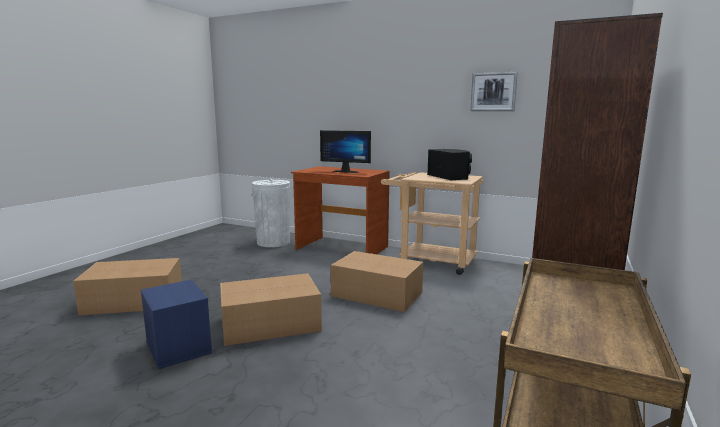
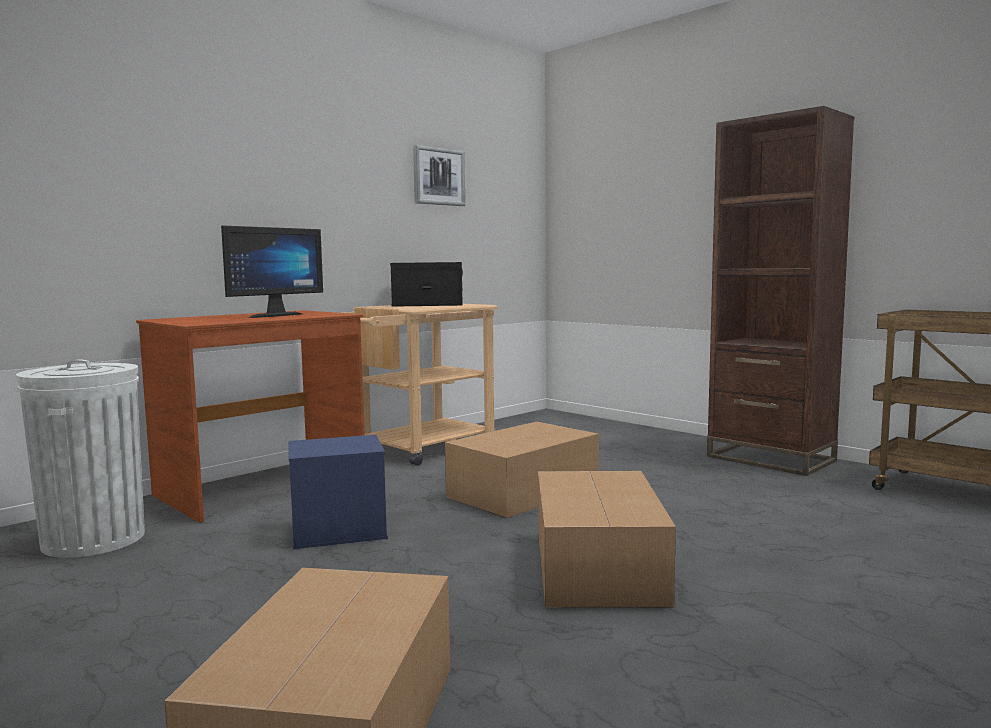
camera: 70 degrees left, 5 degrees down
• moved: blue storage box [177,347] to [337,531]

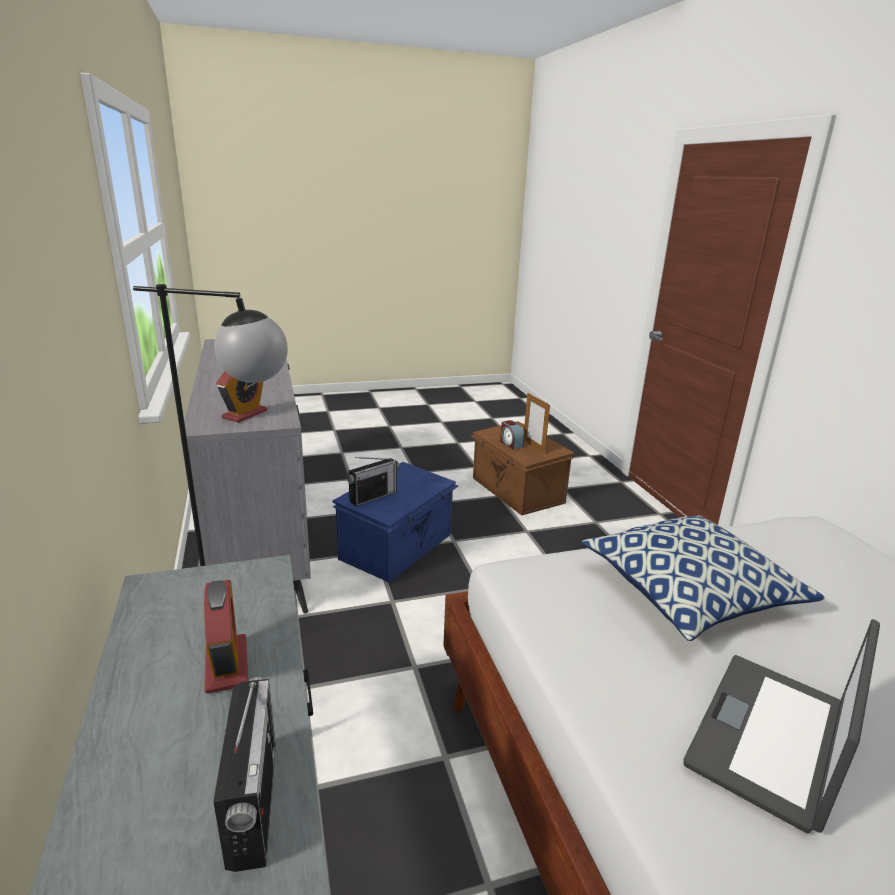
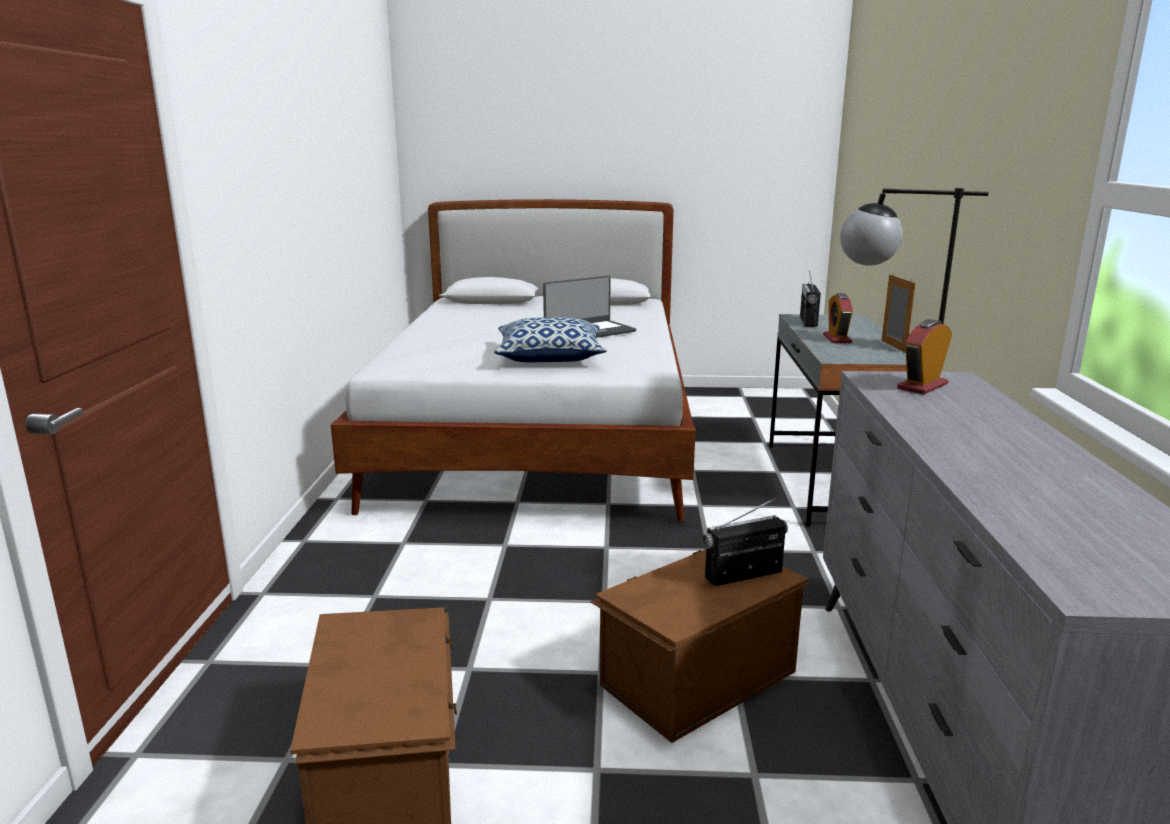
camera: 160 degrees left, 5 degrees down
• moved: photo frame [533,446] to [893,346]
• removed: alarm clock [510,444]
• recoloured: blue storage box [398,546] to brown storage box [695,677]

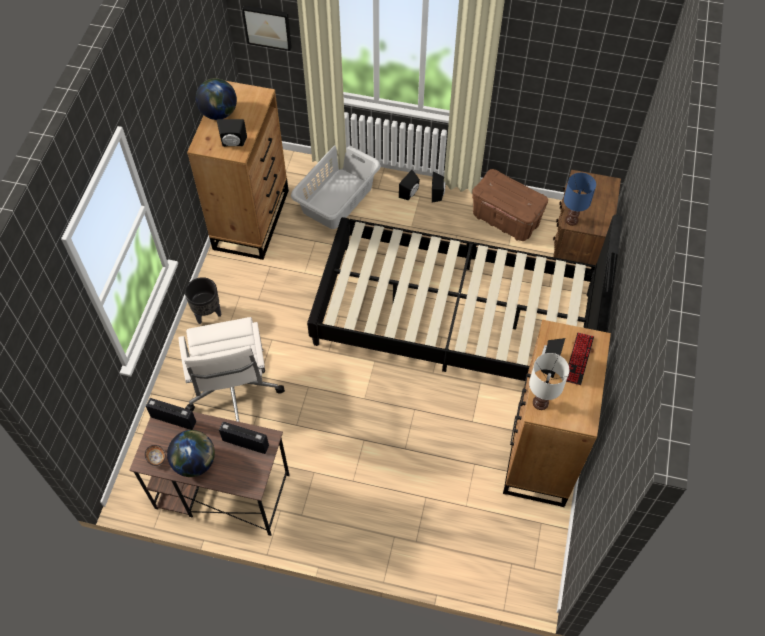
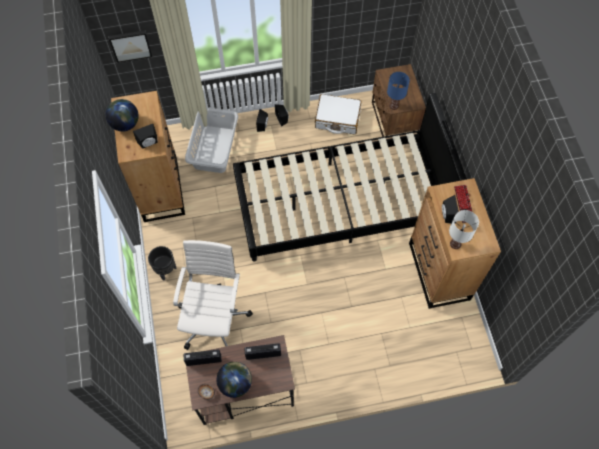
camera: 25 degrees left, 5 degrees up
• replaced: brown storage box [506,219] to white-coloured piece of luggage [337,119]
• turned: white-coloured office chair [233,391] = [214,318] 135 degrees counterclockwise

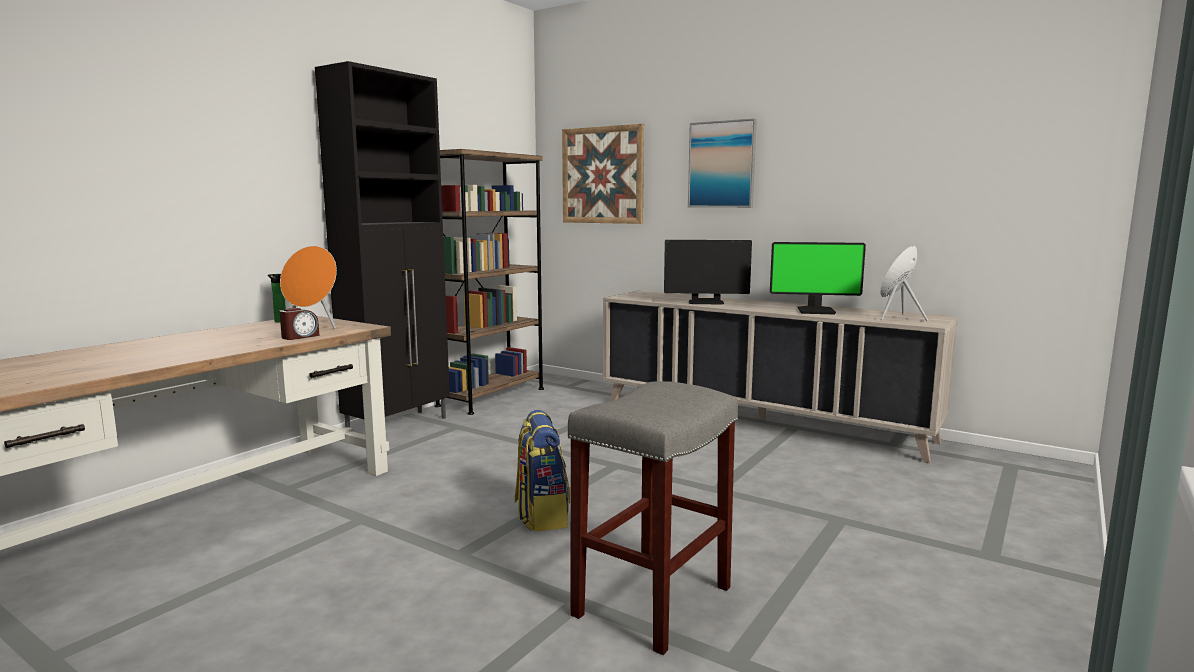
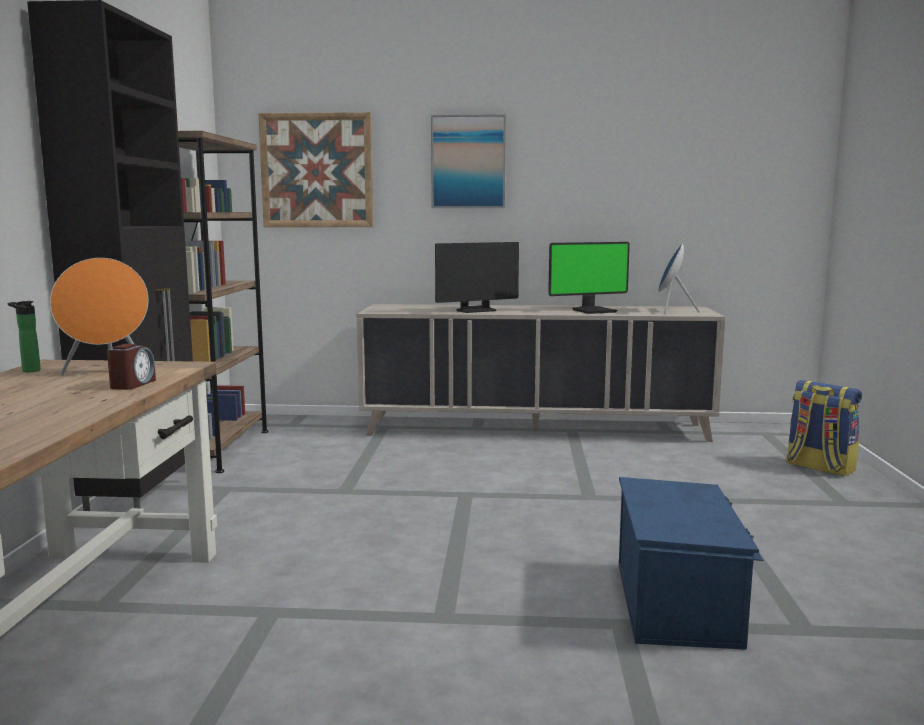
camera: 30 degrees left, 0 degrees up
• replaced: gray stool seat [653,600] to blue storage box [678,602]
• moved: rucksack [541,515] to [819,468]

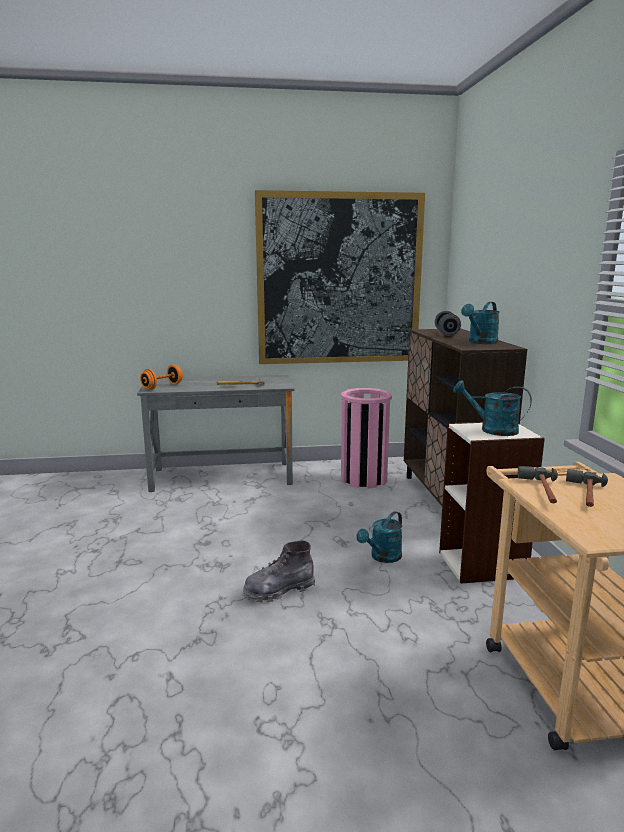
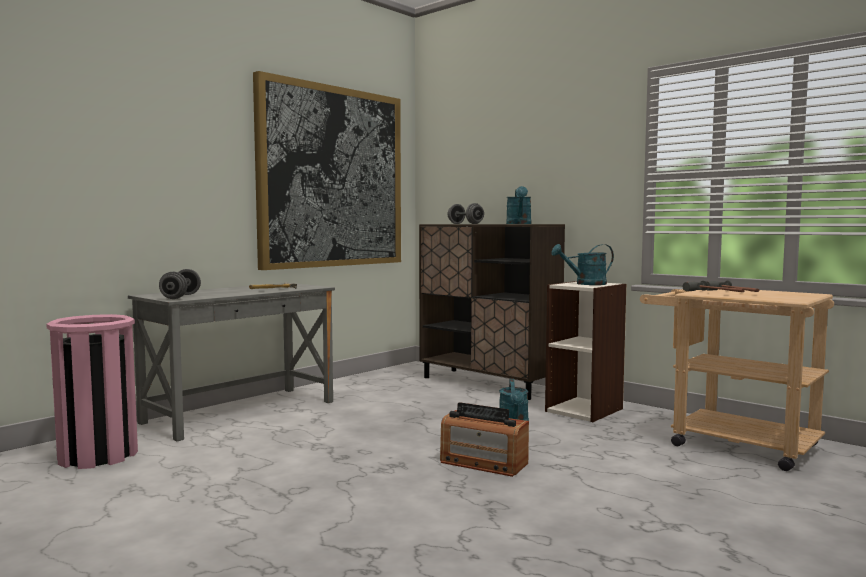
camera: 40 degrees left, 10 degrees down
• recoloured: orangey dumbbell [162,386] to gray dumbbell [180,296]
• moved: pink-coloured rubbish bin [364,479] to [98,455]
• replaced: gray high-top boot [279,590] to radio set [483,463]

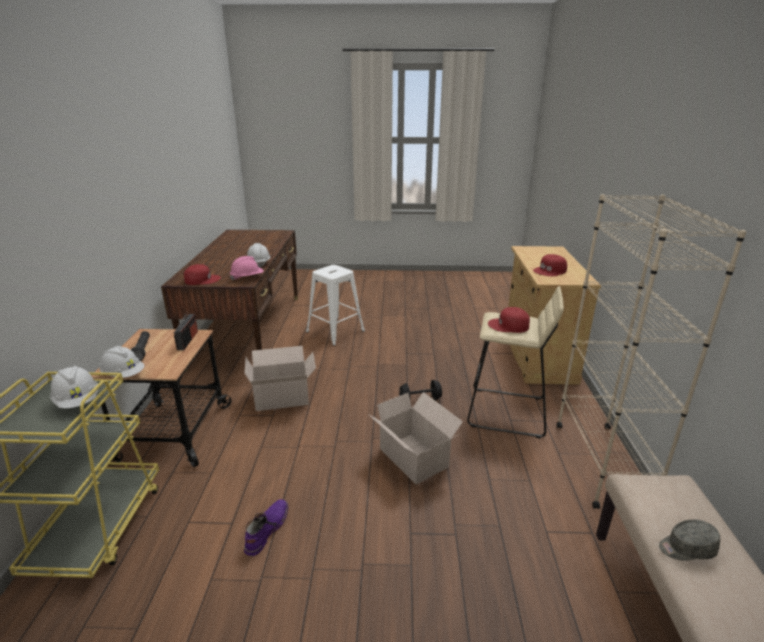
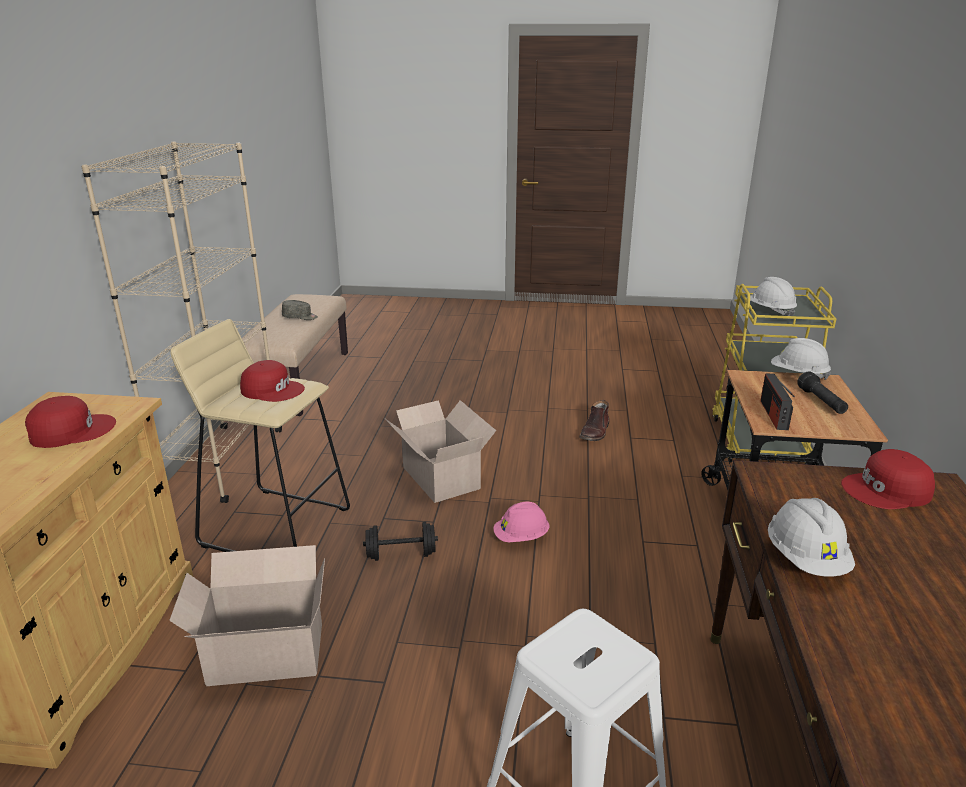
camera: 175 degrees left, 0 degrees up
• moved: pink-coloured hard hat [247,278] to [521,537]
• moved: cardboard box [283,398] to [263,653]
• recoloured: purplish high-top boot [266,530] to brown high-top boot [595,432]

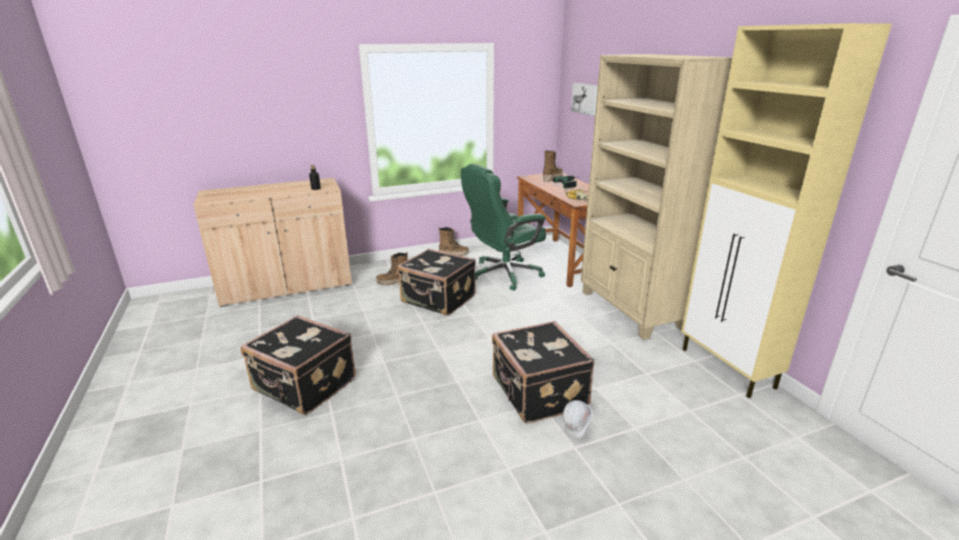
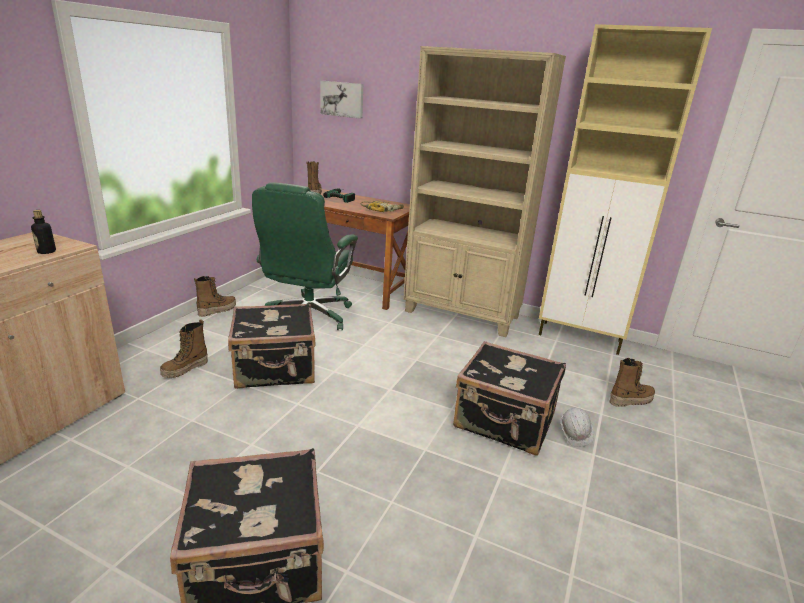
camera: 45 degrees left, 0 degrees up
• added: high-top boot [630,400]

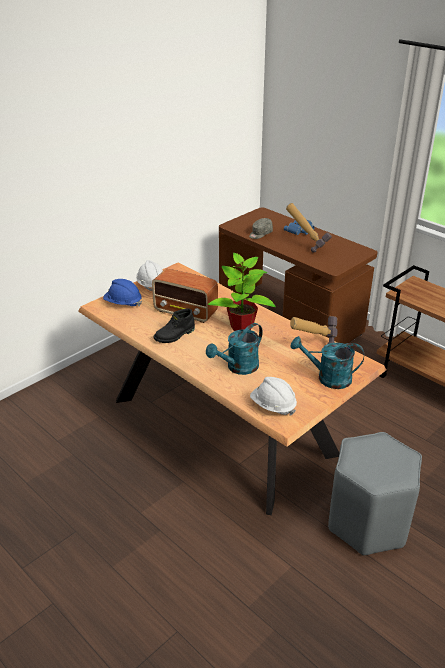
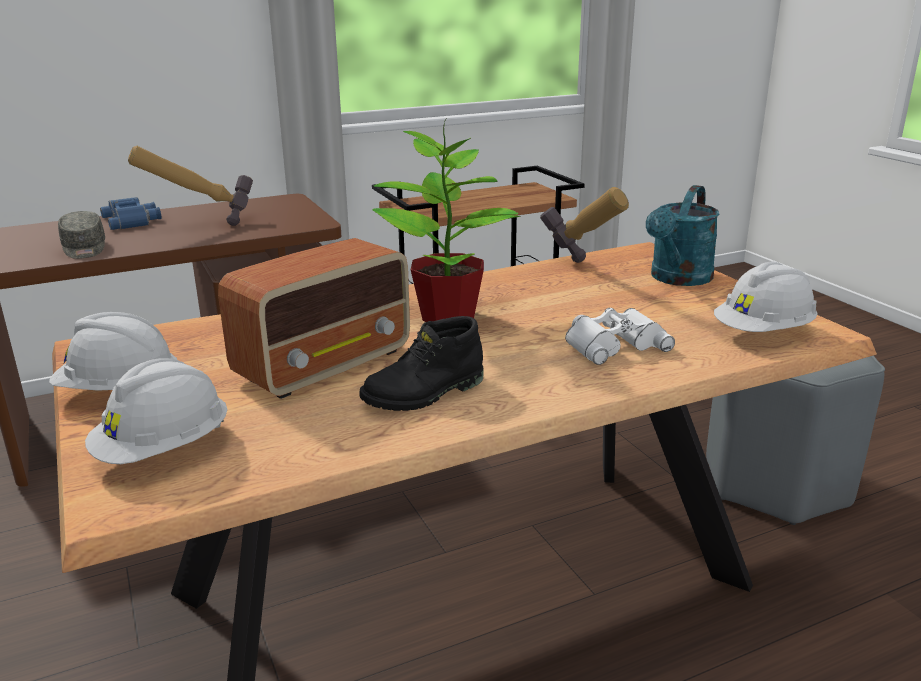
camera: 70 degrees left, 10 degrees down
• recoloured: blue hard hat [123,303] to white-coloured hard hat [164,450]
• turned: blackish high-top boot [175,335] = [425,394] 75 degrees clockwise
• replaced: turquoise watering pot [238,368] to white-coloured pair of binoculars [613,343]

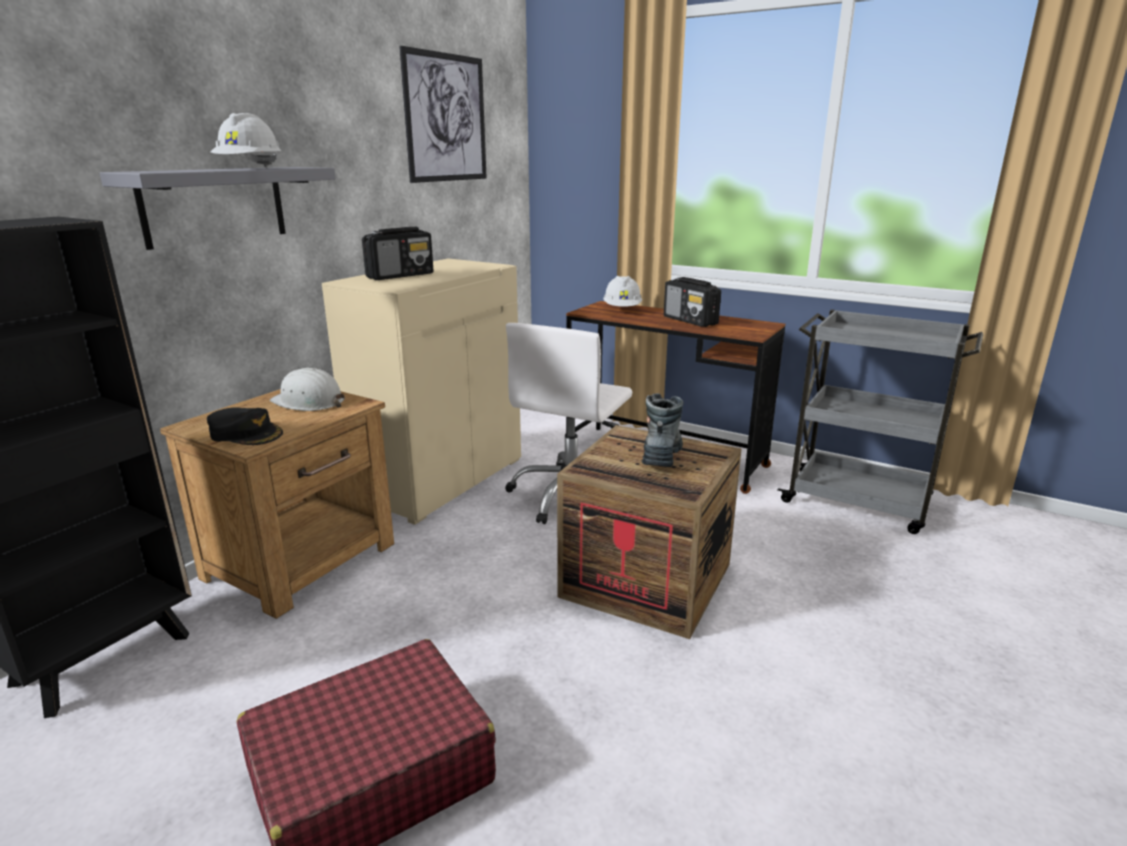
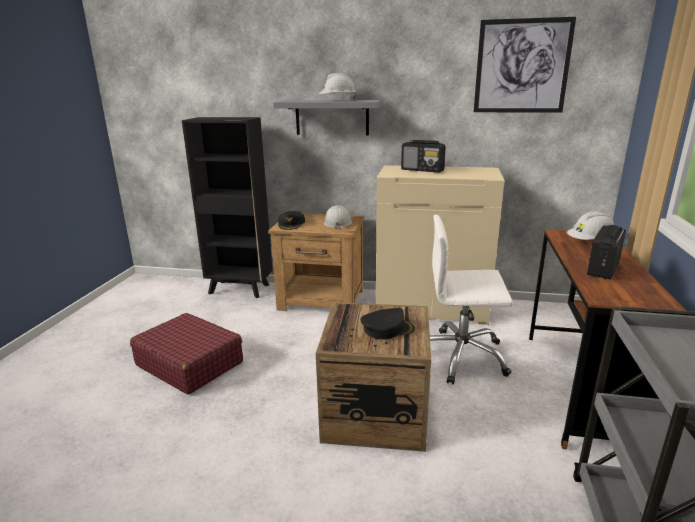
camera: 70 degrees right, 0 degrees up
• replaced: high-top boot [661,455] to blackish peaked cap [387,329]

